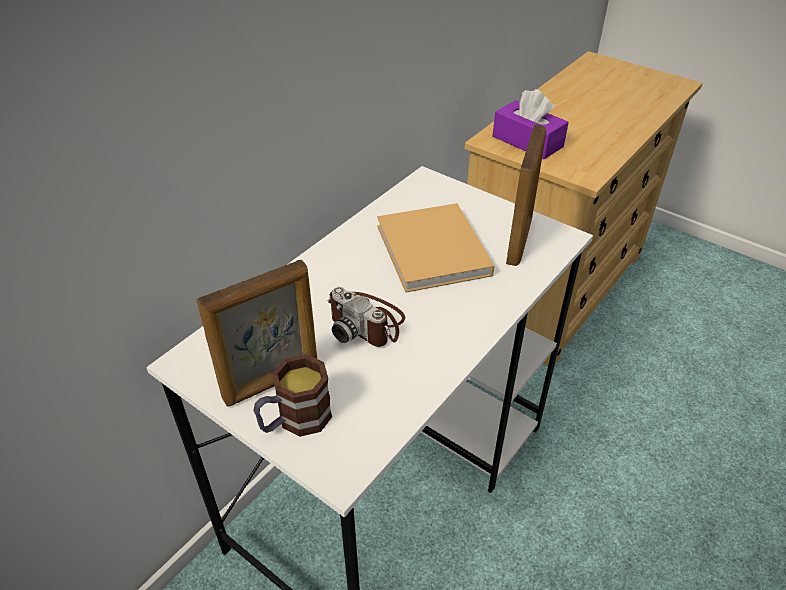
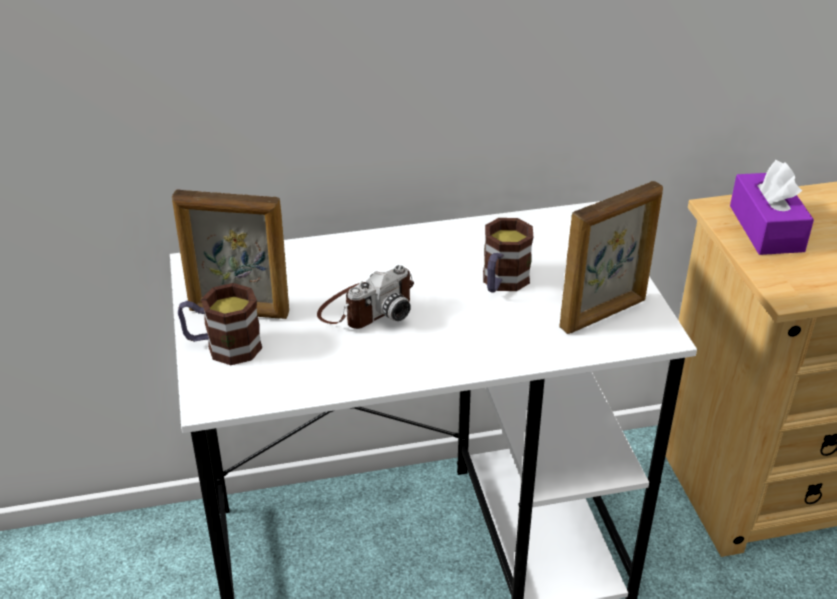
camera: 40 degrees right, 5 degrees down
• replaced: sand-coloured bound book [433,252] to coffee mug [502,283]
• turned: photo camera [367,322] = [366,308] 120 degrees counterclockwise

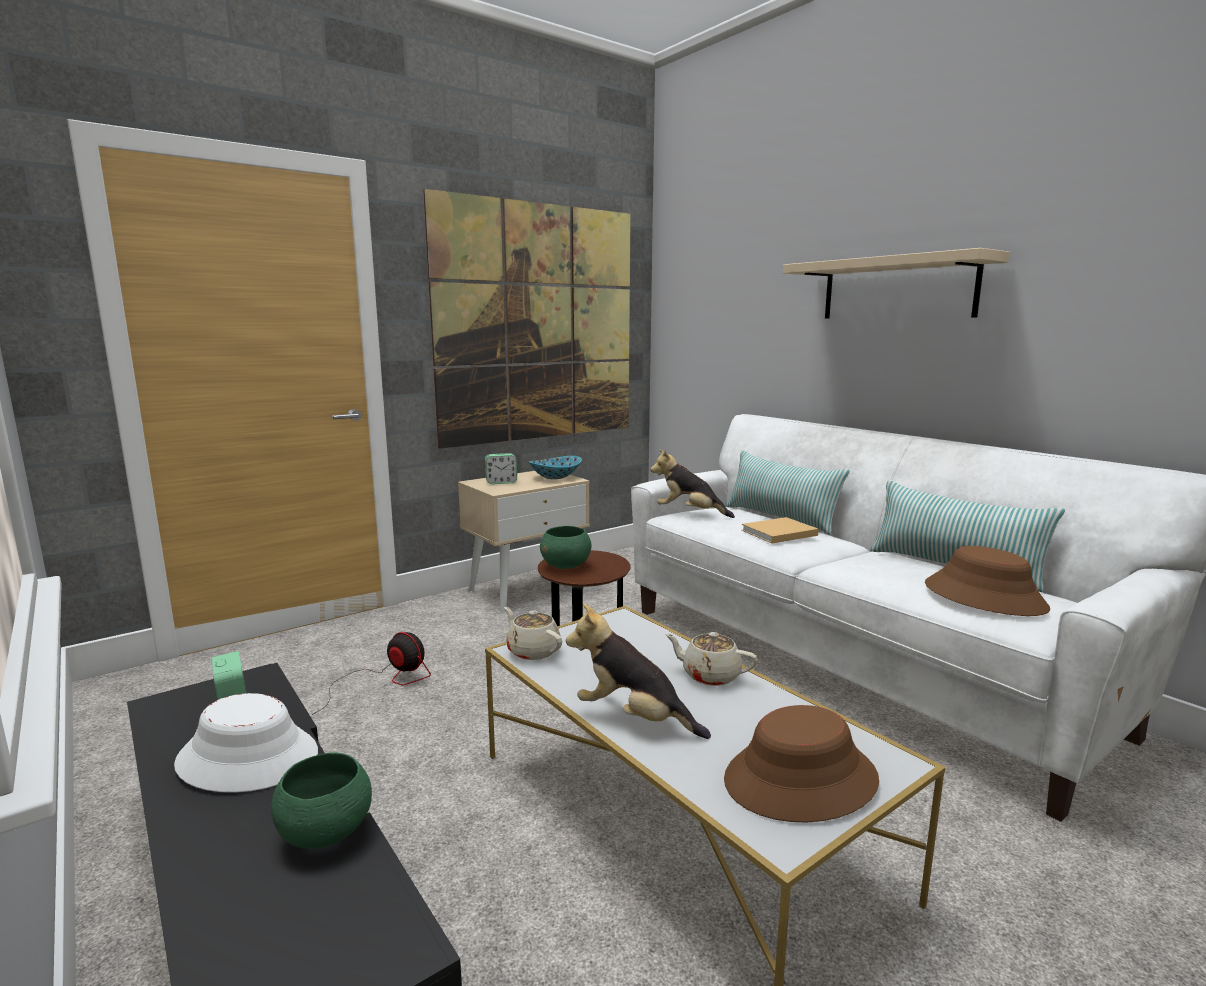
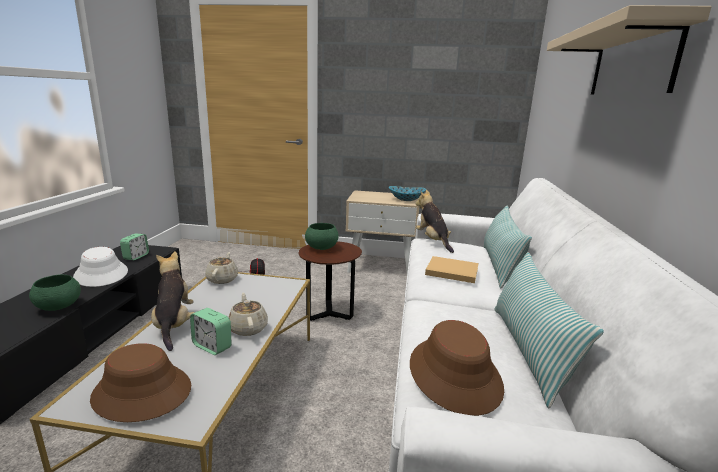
camera: 45 degrees right, 5 degrees up
• removed: picture [538,324]
• moved: alarm clock [501,482] to [212,346]

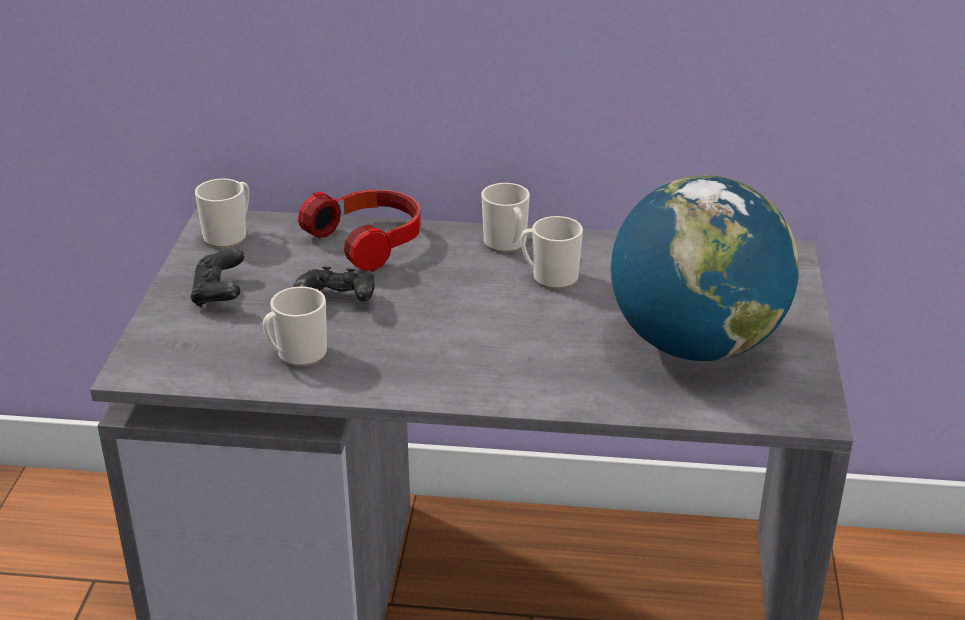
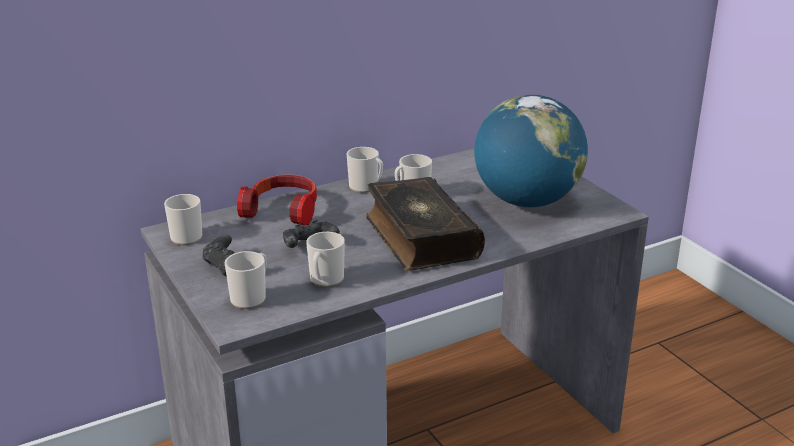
camera: 35 degrees left, 5 degrees down
• added: bound book [420,237]
• added: coffee mug [251,297]

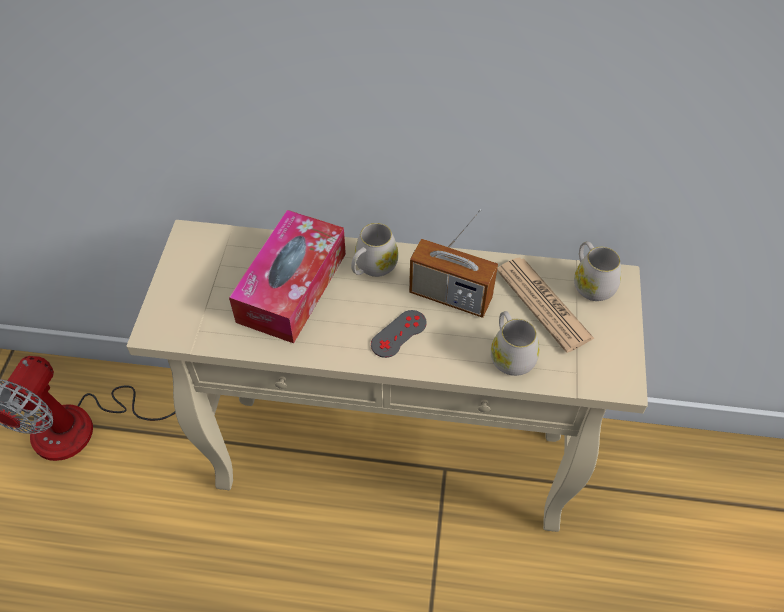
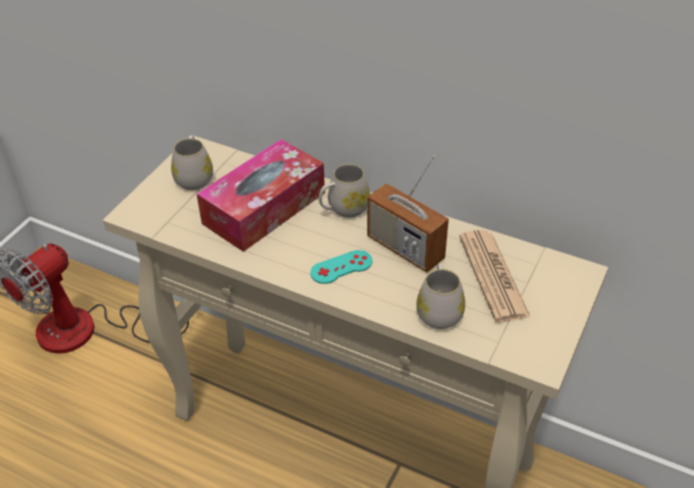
camera: 20 degrees right, 10 degrees down
• moved: white-coloured coffee mug [590,283] to [194,176]
• recoloured: gray joypad [398,334] to turquoise joypad [341,267]

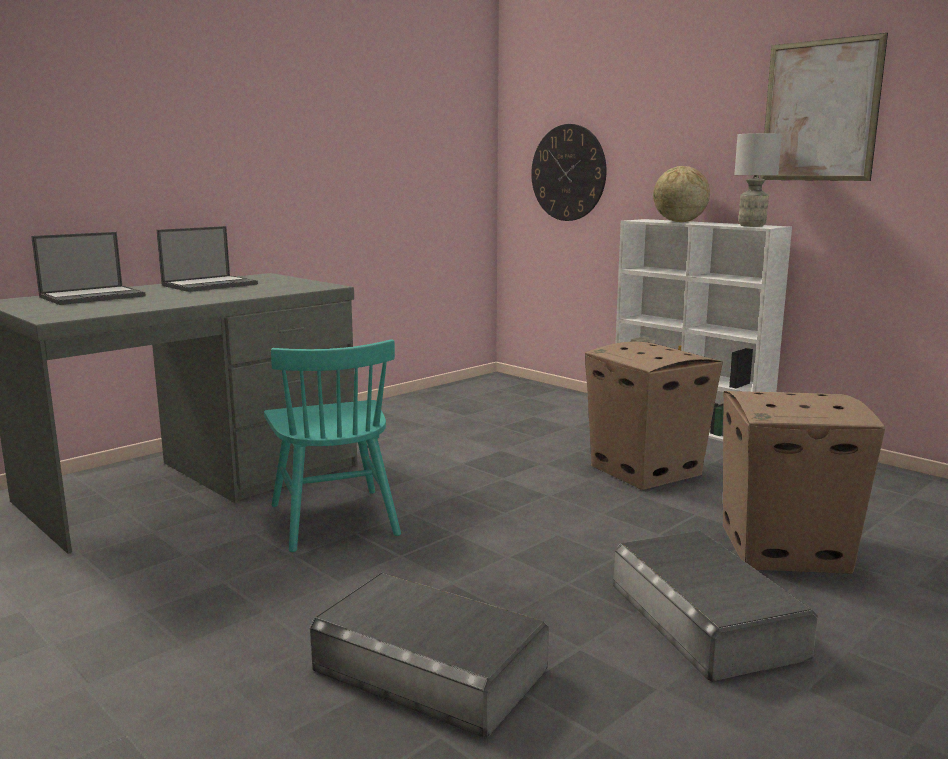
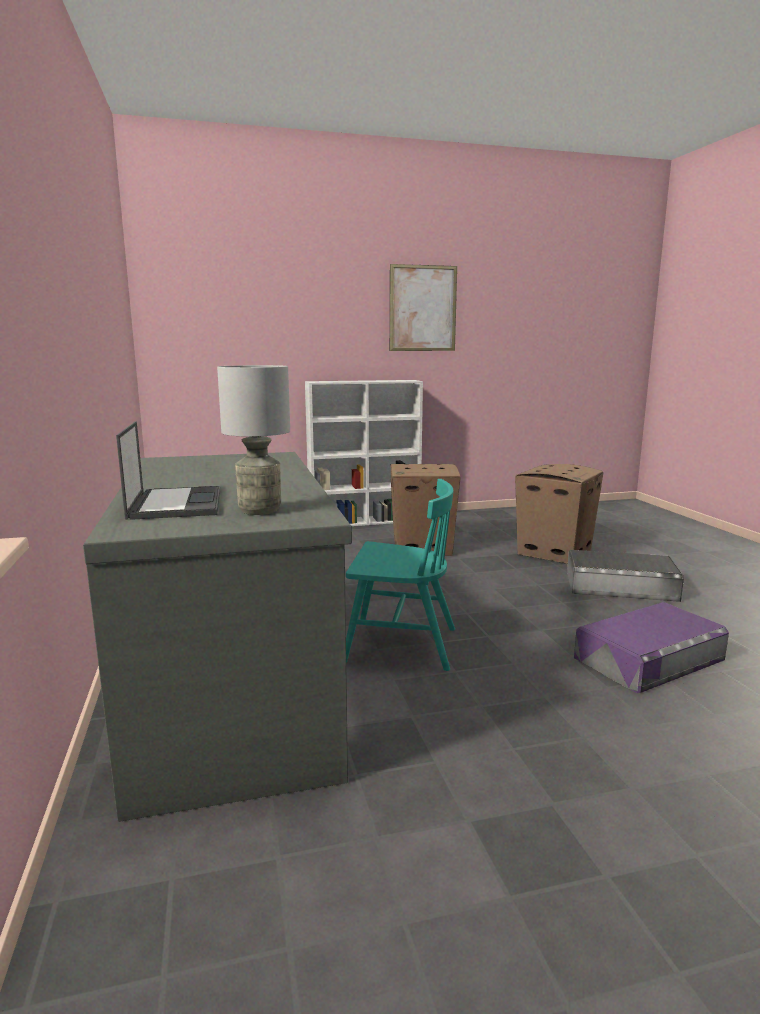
camera: 60 degrees left, 0 degrees up
• removed: clock on the wall [568,173]
• moved: gray lamp for a table [752,226] to [260,510]
• removed: world globe [679,222]
• removed: notebook computer [210,285]
• recoloured: gray storage box [430,668] to purplish storage box [648,658]

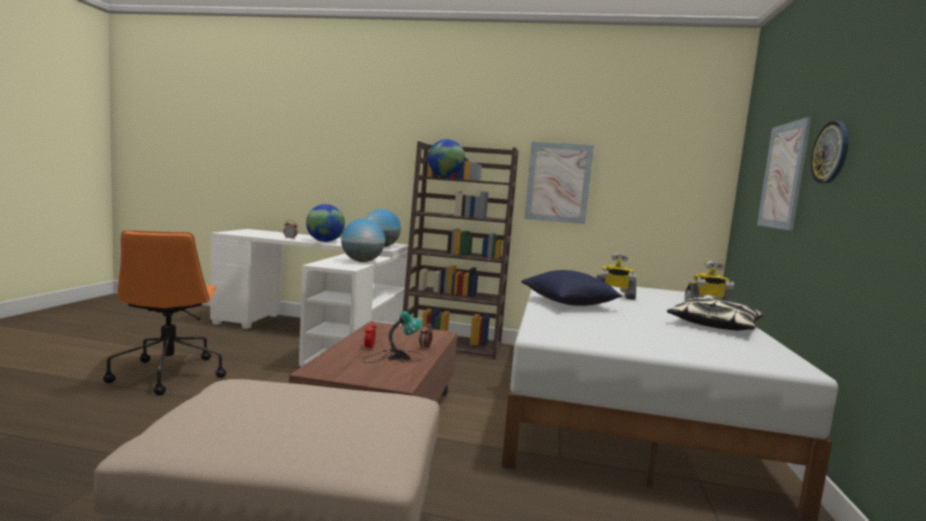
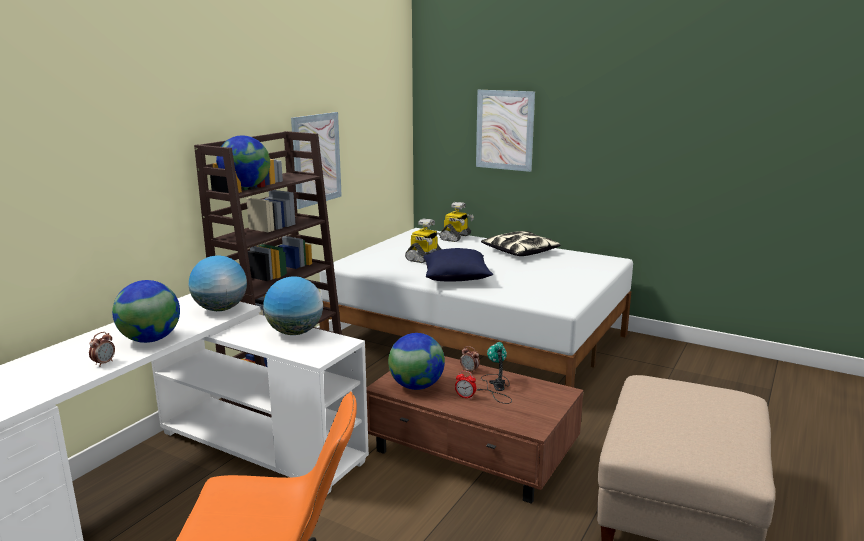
camera: 70 degrees left, 10 degrees up
• removed: clock on the wall [831,152]
• added: world globe [416,386]

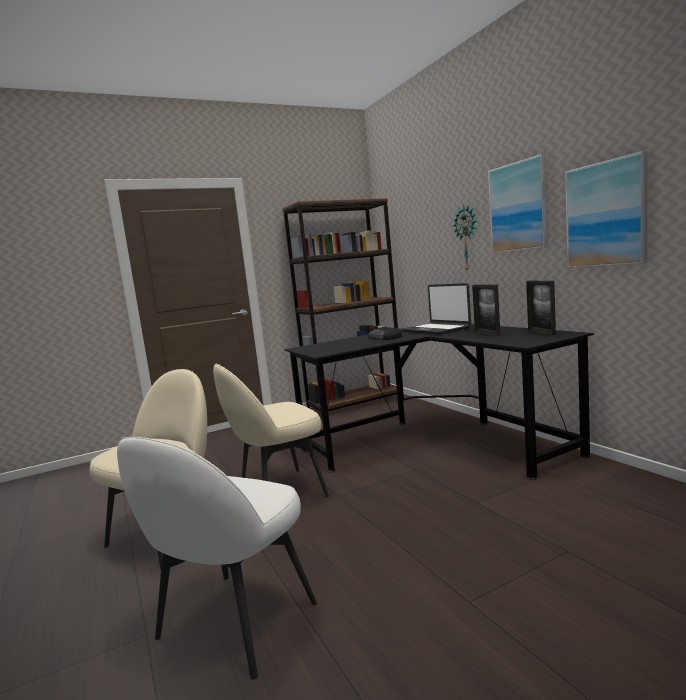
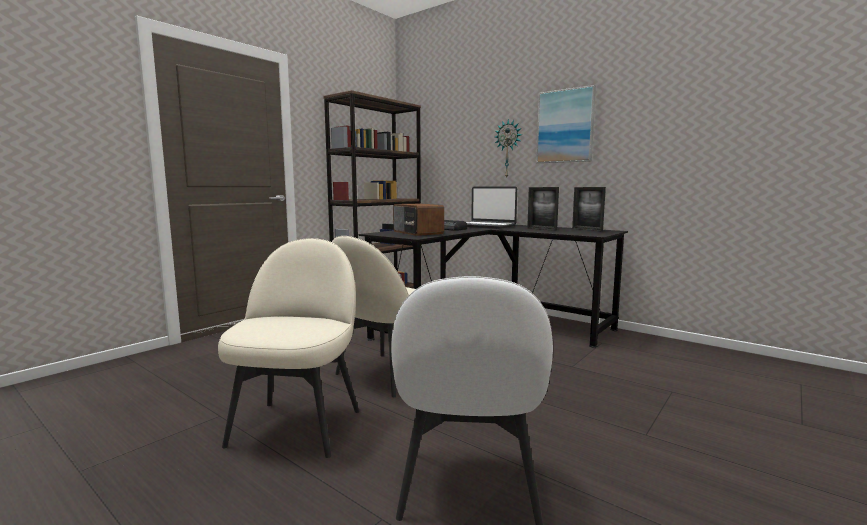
camera: 25 degrees left, 0 degrees up
• removed: picture [606,214]
• added: radio set [417,233]

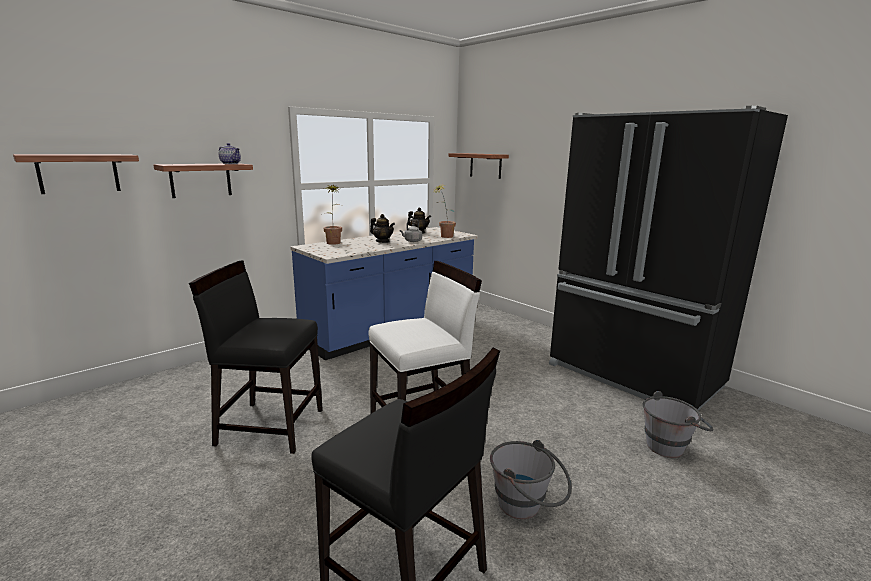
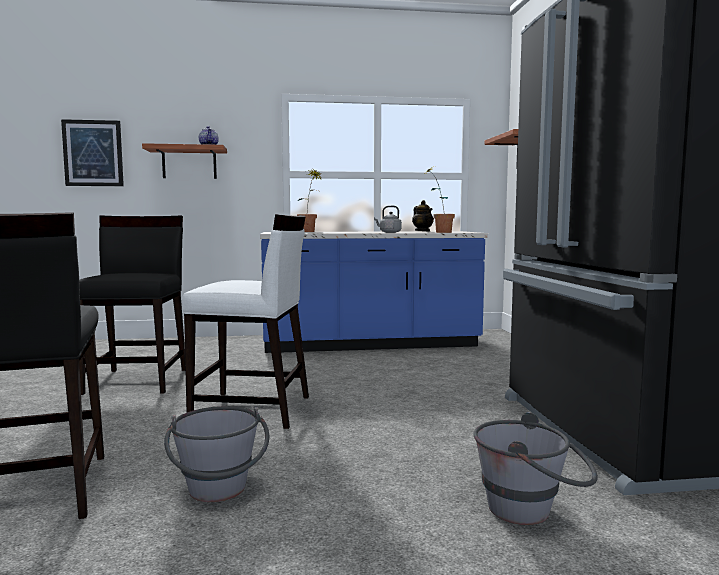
camera: 35 degrees right, 10 degrees down
• replaced: wall shelf [78,173] to picture [93,153]
• removed: tea pot [382,242]
• turned: blackish upright chair [270,426] = [138,380] 45 degrees clockwise

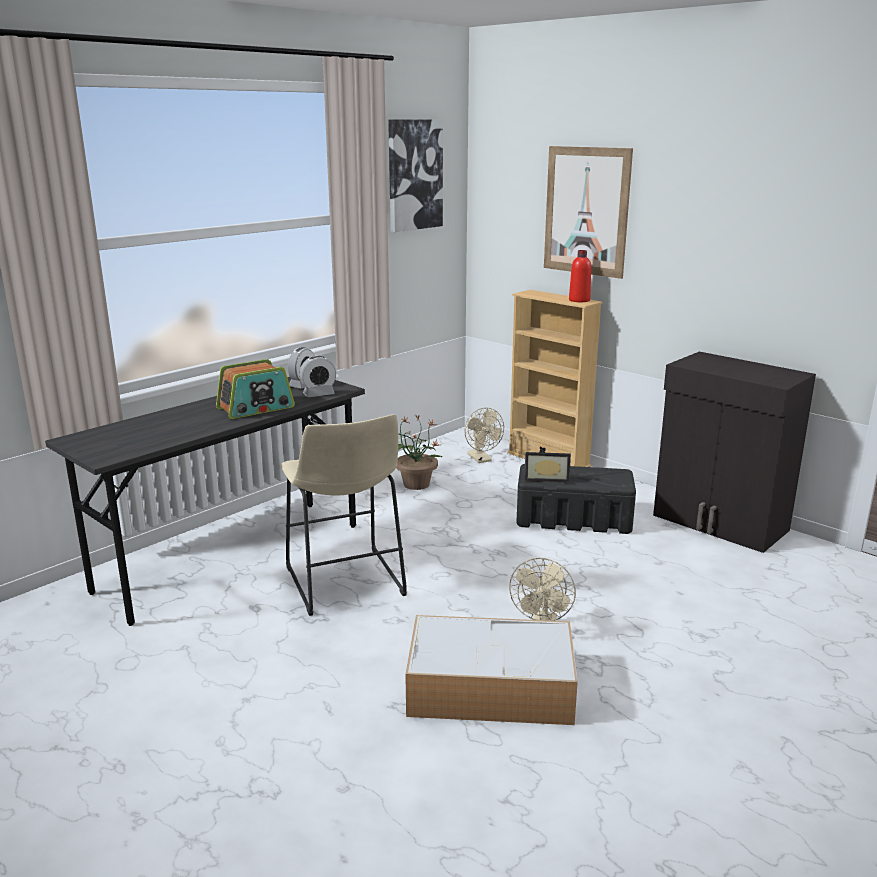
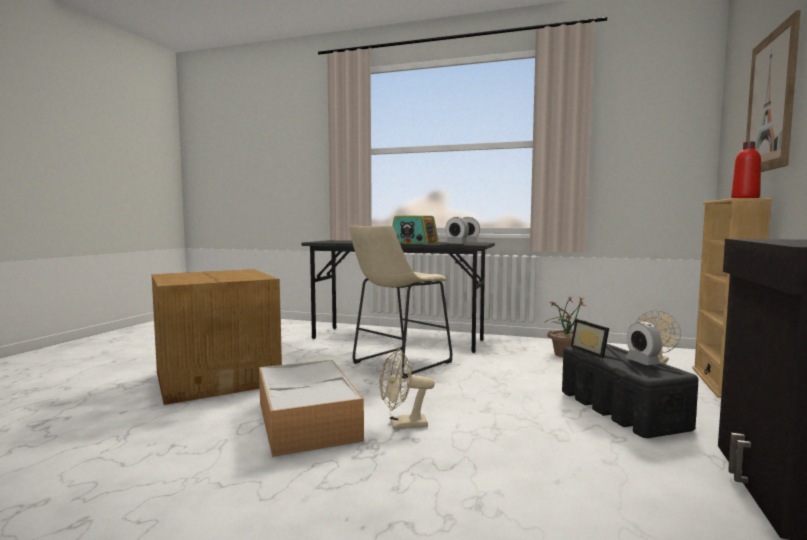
camera: 65 degrees right, 15 degrees down
• removed: picture [414,175]
• added: cardboard box [218,377]
• added: alarm clock [642,361]

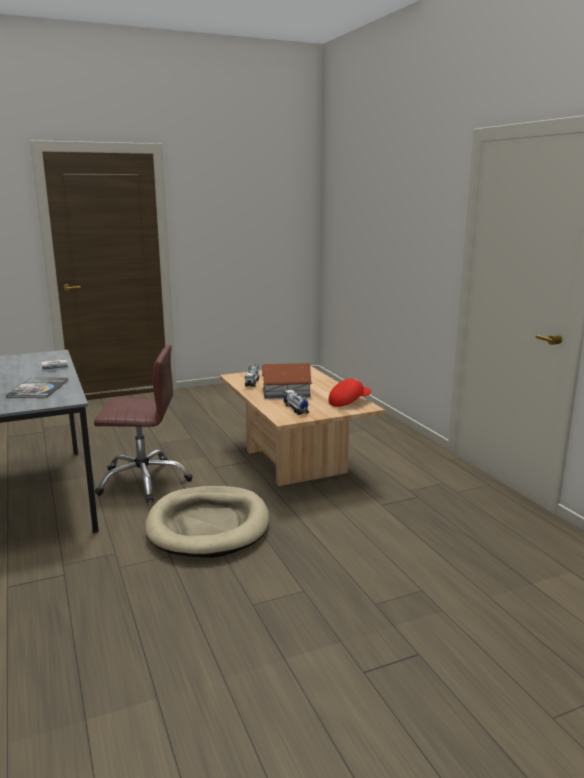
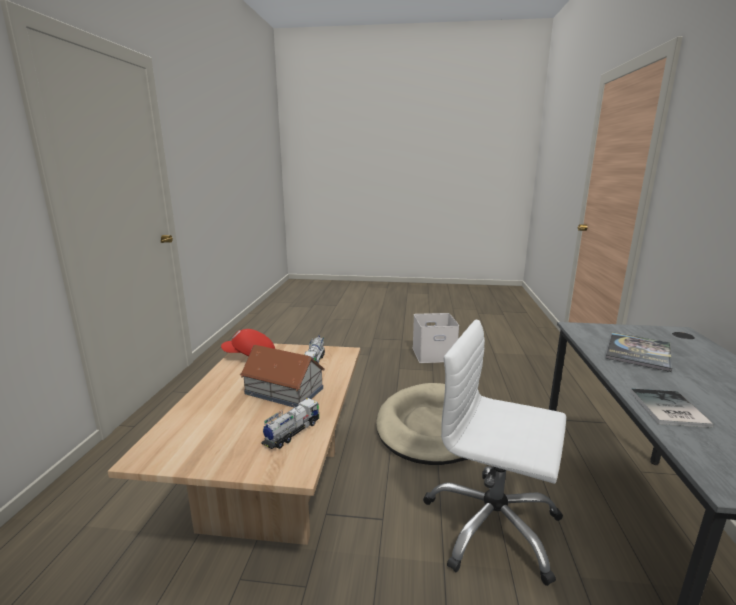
camera: 150 degrees left, 0 degrees up
• recoloured: brown office chair [143,481] to white-coloured office chair [492,525]
• added: white-coloured storage box [434,354]

